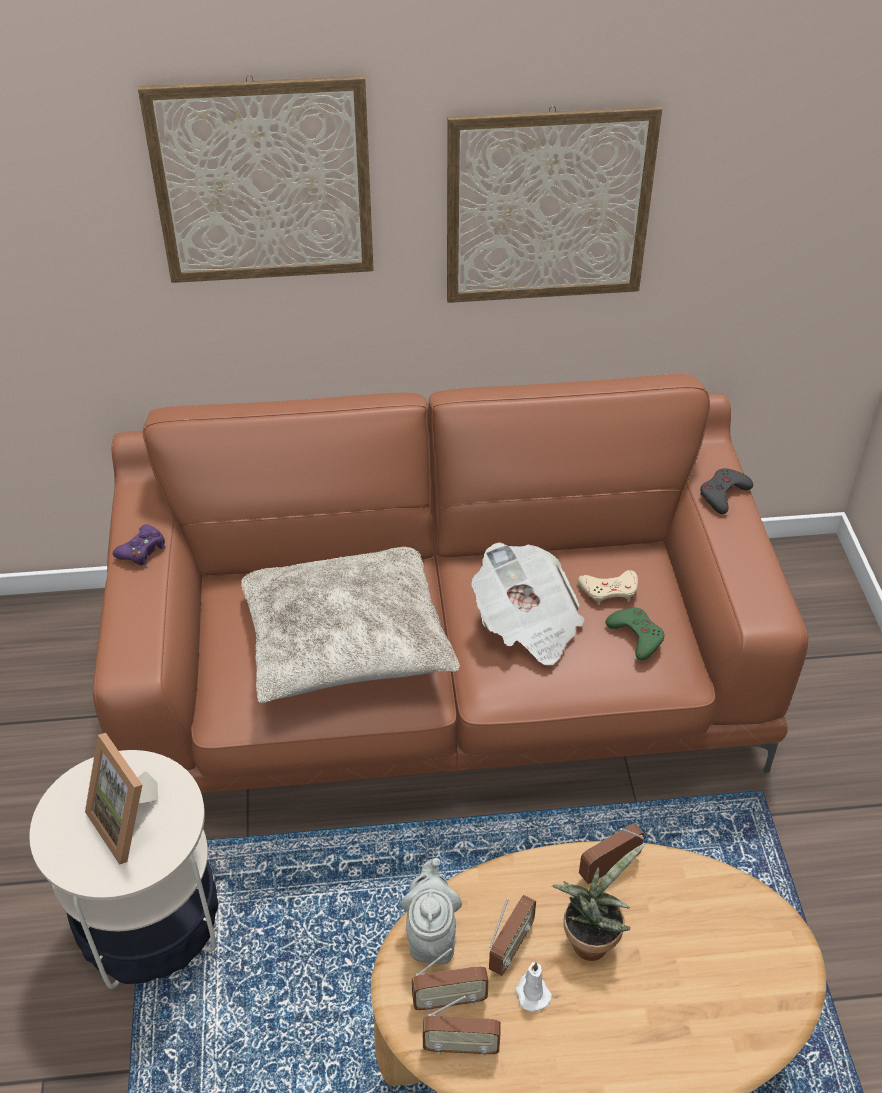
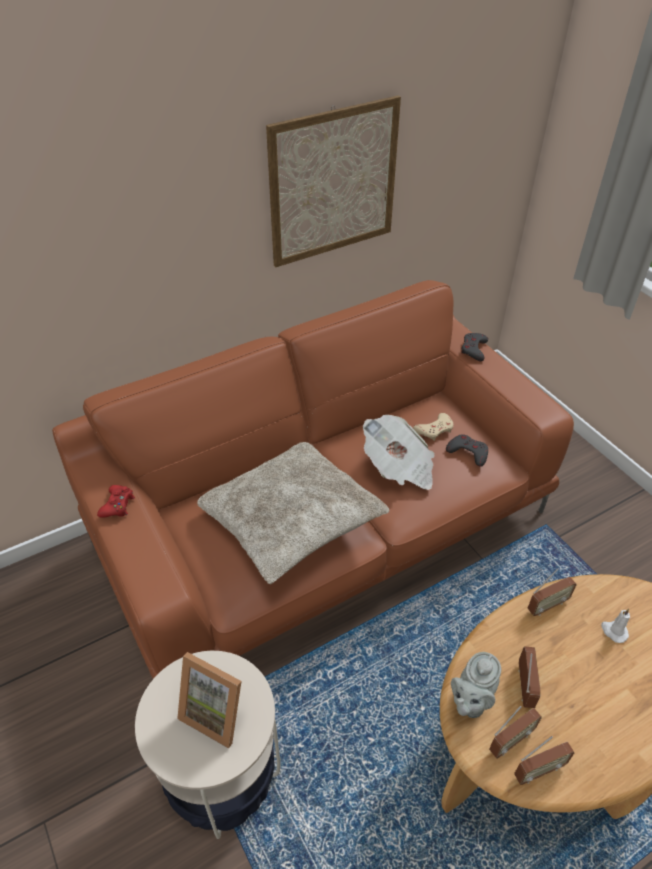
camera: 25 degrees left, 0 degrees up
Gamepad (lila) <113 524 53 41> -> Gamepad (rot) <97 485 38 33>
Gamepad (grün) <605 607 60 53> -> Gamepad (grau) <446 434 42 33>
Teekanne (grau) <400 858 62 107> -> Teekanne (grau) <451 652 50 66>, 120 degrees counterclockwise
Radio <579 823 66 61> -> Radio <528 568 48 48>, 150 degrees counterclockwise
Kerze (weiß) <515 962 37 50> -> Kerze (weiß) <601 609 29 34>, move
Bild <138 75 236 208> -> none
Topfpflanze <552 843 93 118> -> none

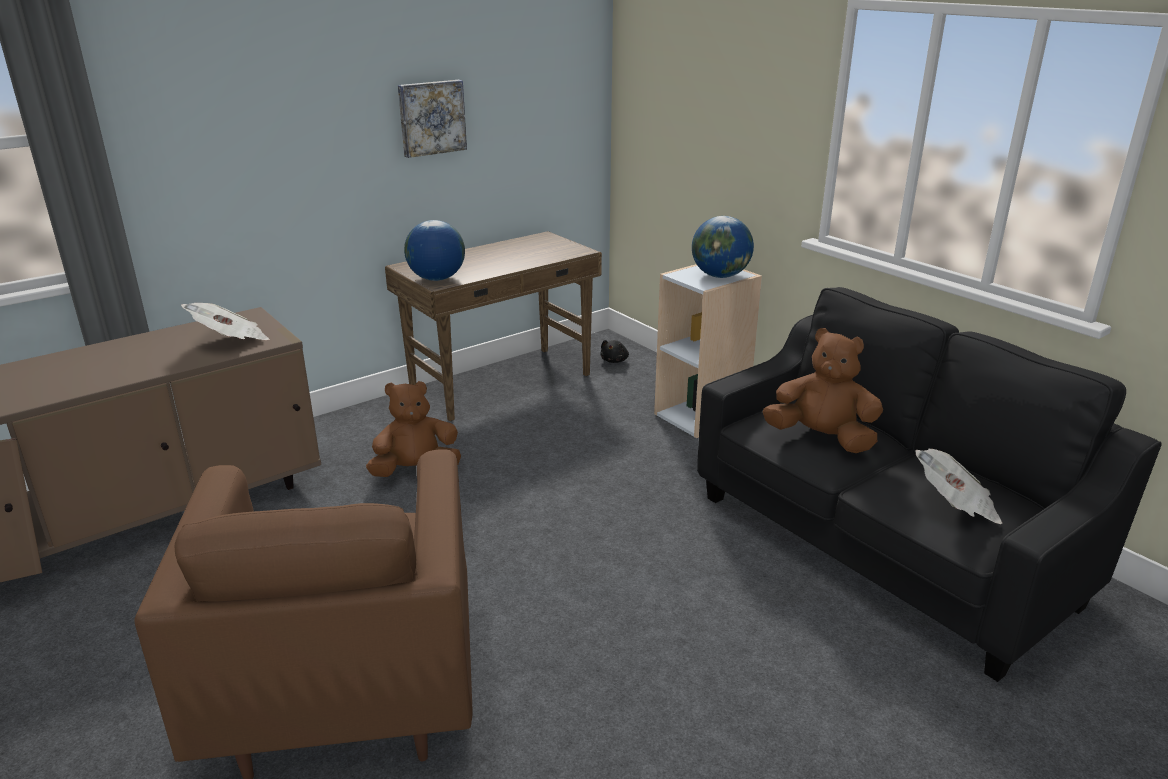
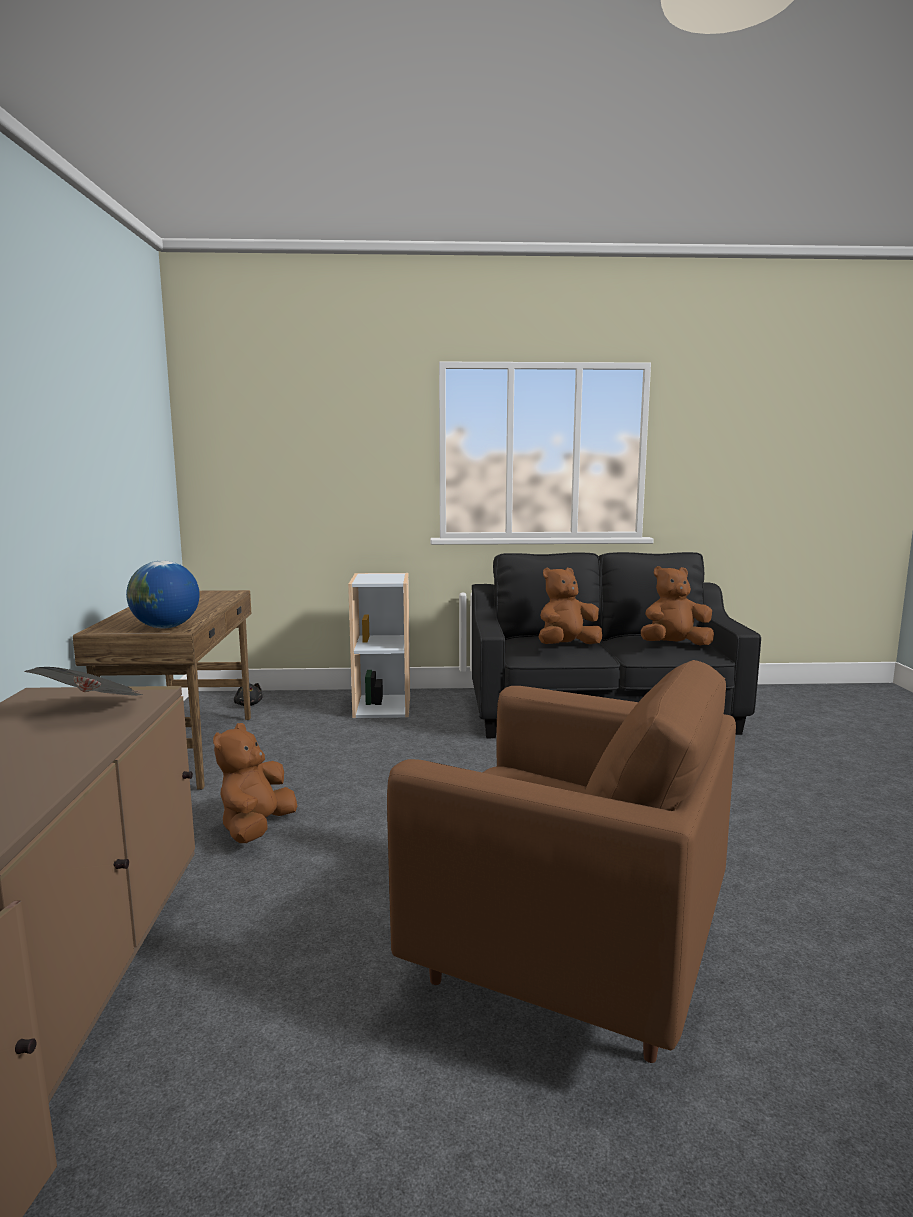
camera: 55 degrees left, 15 degrees down
Zeitung <915 449 87 75> -> Plüschtier (braun) <641 566 73 80>
Bild <398 80 69 78> -> none
Globus <692 216 62 62> -> none

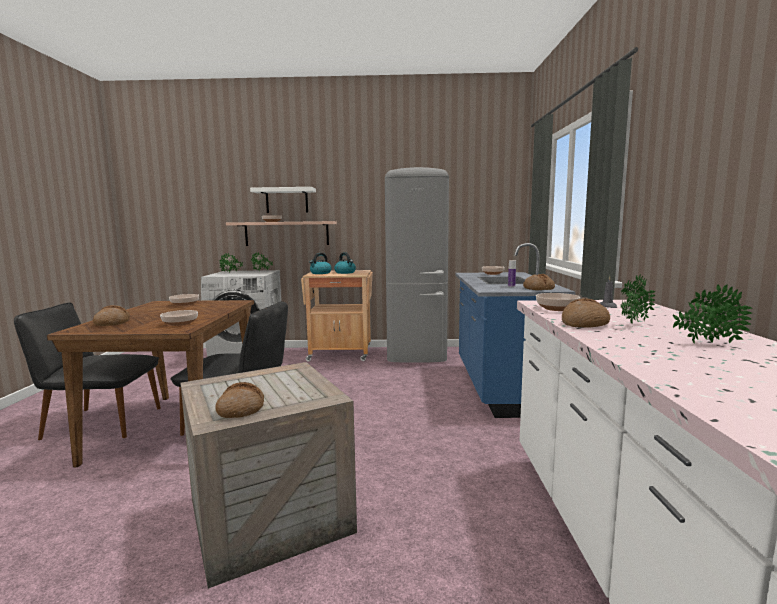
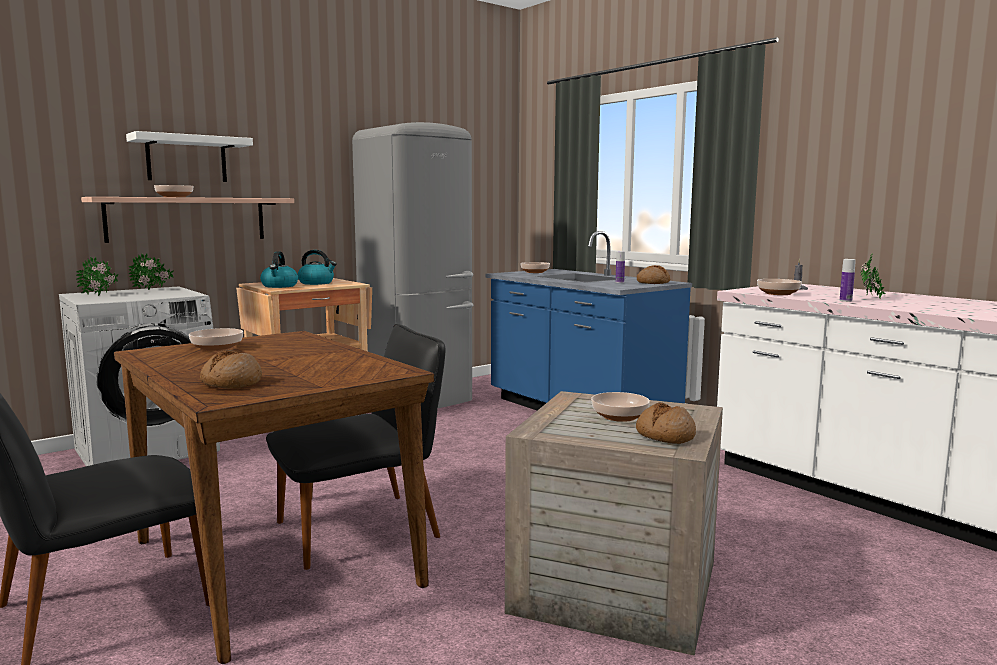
camera: 40 degrees left, 0 degrees up
Schüssel <160 310 38 16> -> Schüssel <591 392 59 30>, move
Brot <562 298 48 30> -> Flasche <840 259 16 43>
Topfpflanze <673 284 79 60> -> none

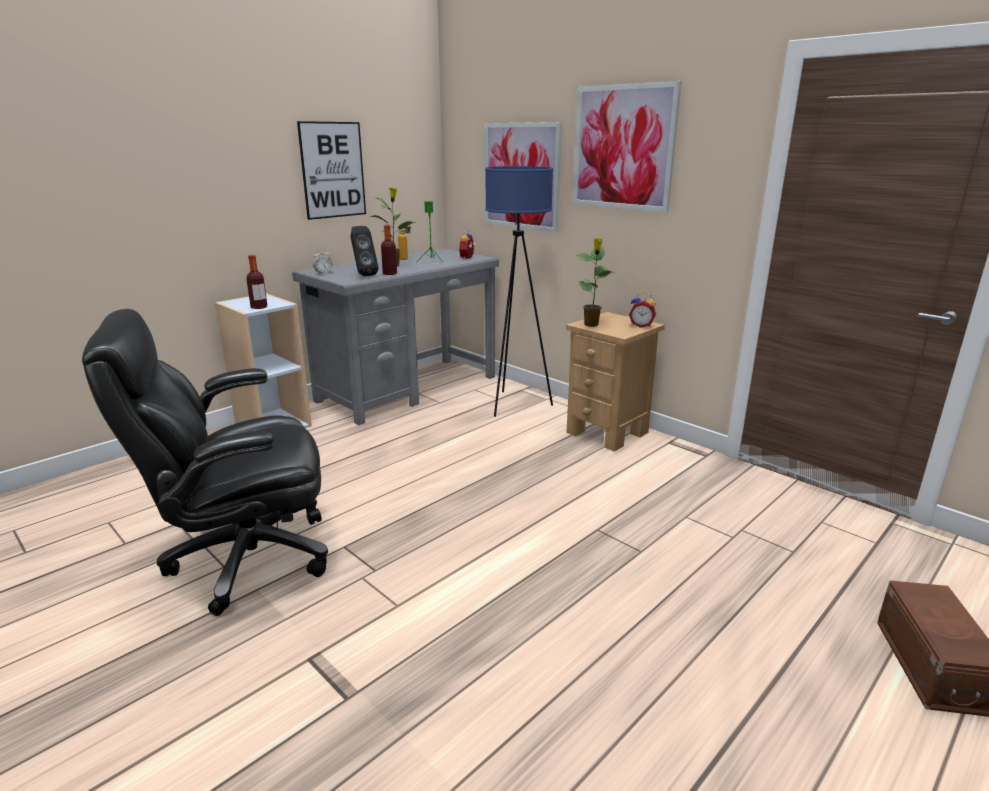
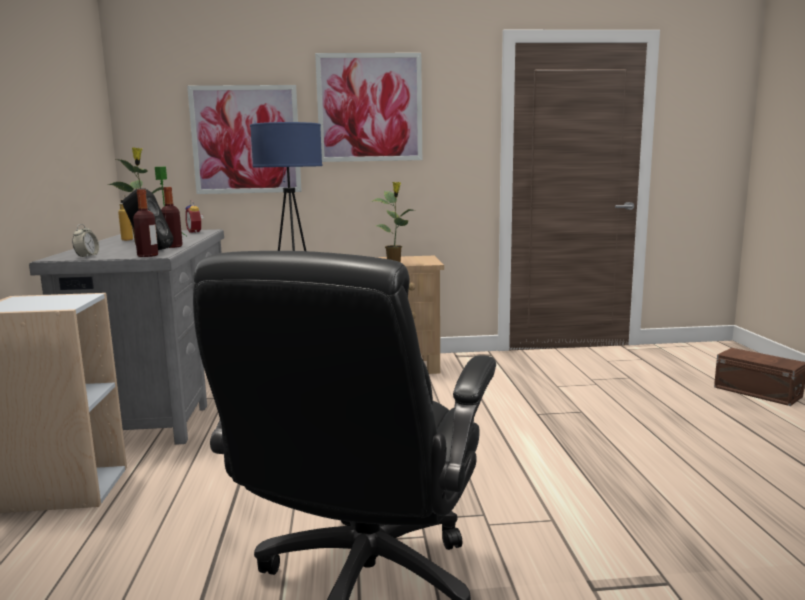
camera: 50 degrees left, 10 degrees down
Flasche <246 255 21 54> -> Flasche <133 189 25 68>, move
Bild <297 121 69 99> -> none
Wecker <629 292 27 36> -> none

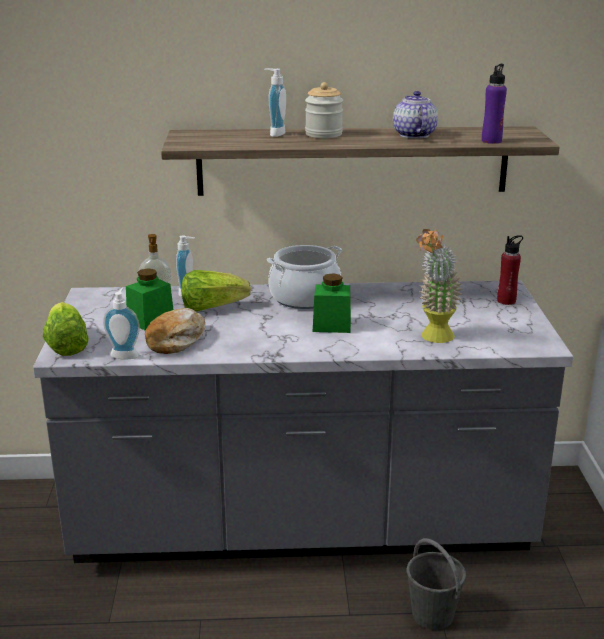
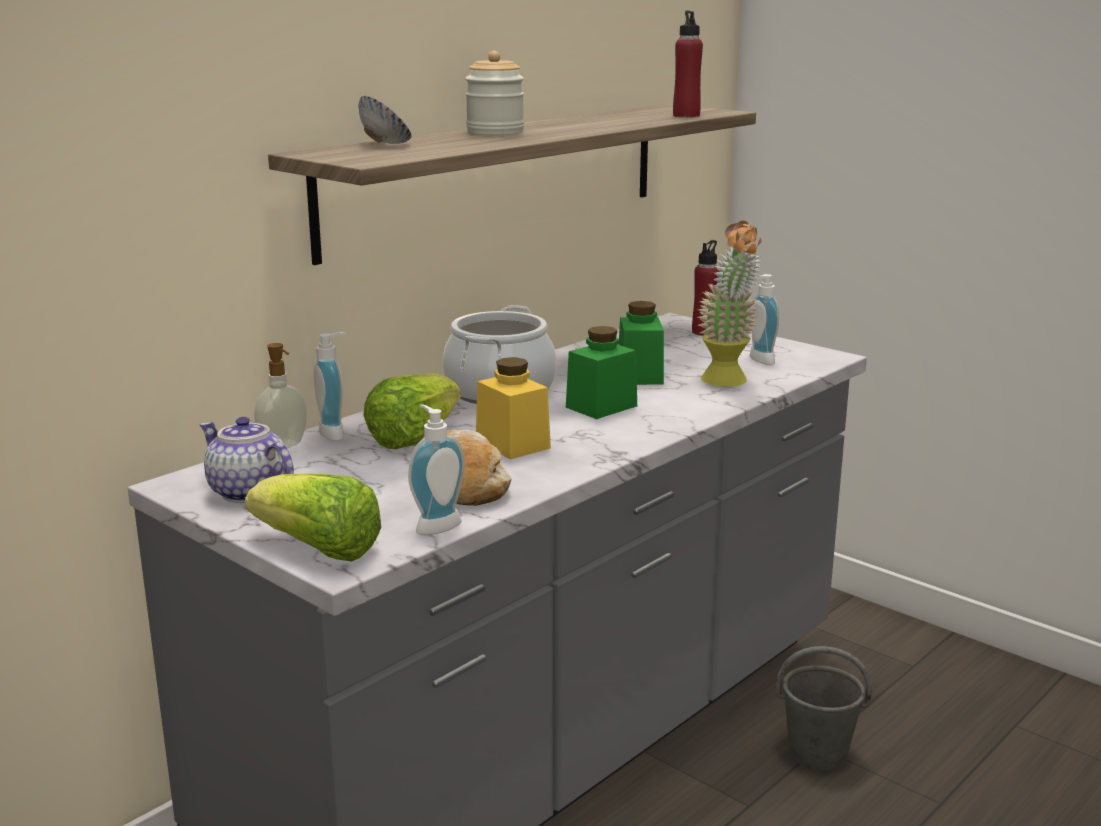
camera: 45 degrees left, 5 degrees down
Teekanne <393 91 45 48> -> Teekanne <200 416 94 87>, move
none -> Schüssel <359 96 52 48>
none -> Vorratsglas (gelb) <476 357 75 102>
Vorratsglas (grün) <126 268 47 62> -> Vorratsglas (grün) <619 301 45 84>, move
Flasche (lila) <482 64 25 80> -> Flasche (rot) <673 11 30 106>
Seifenspender <264 68 22 69> -> Seifenspender <750 274 29 91>, move

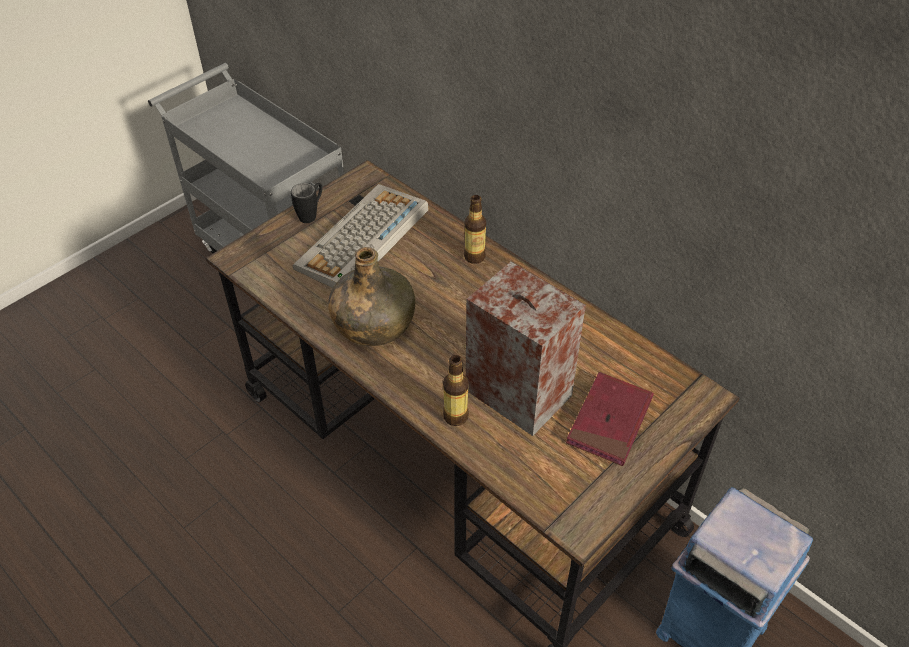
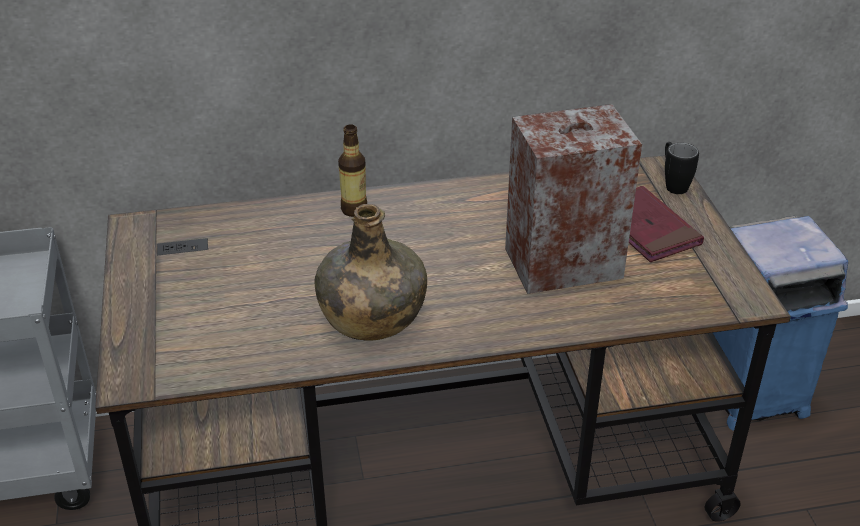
camera: 55 degrees left, 10 degrees down
Henkelbecher (schwarz) <291 183 31 40> -> Henkelbecher (schwarz) <665 142 34 52>, move
Tastatur <292 184 137 104> -> none
Flasche <443 355 26 71> -> none

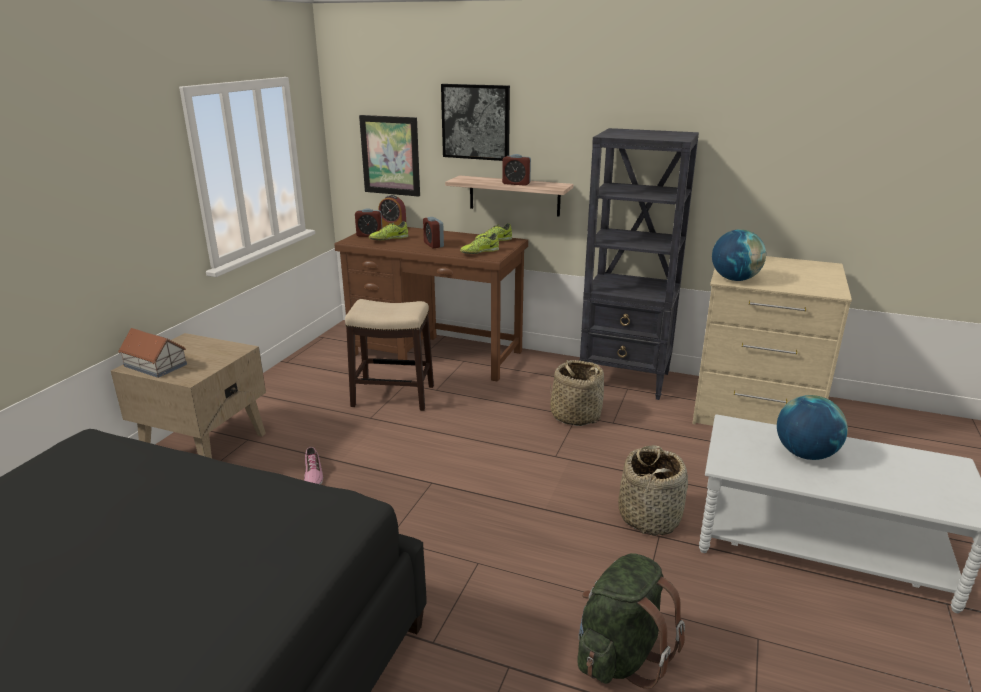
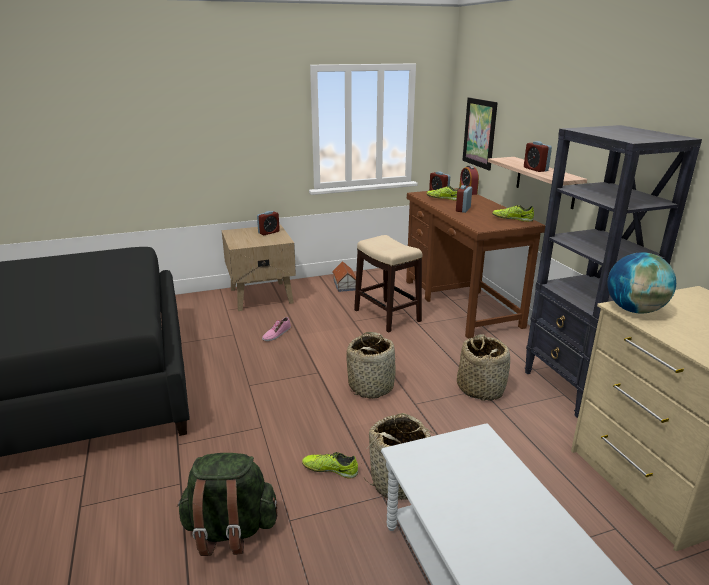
camera: 50 degrees right, 0 degrees up
none -> Wecker <257 211 23 24>
Schuh <460 233 39 21> -> Schuh <302 452 56 27>, move
Spielzeughaus <118 328 69 50> -> Spielzeughaus <332 261 24 31>, move
none -> Korb <346 332 50 67>
Bild <441 84 69 77> -> none
Globus <777 395 71 65> -> none

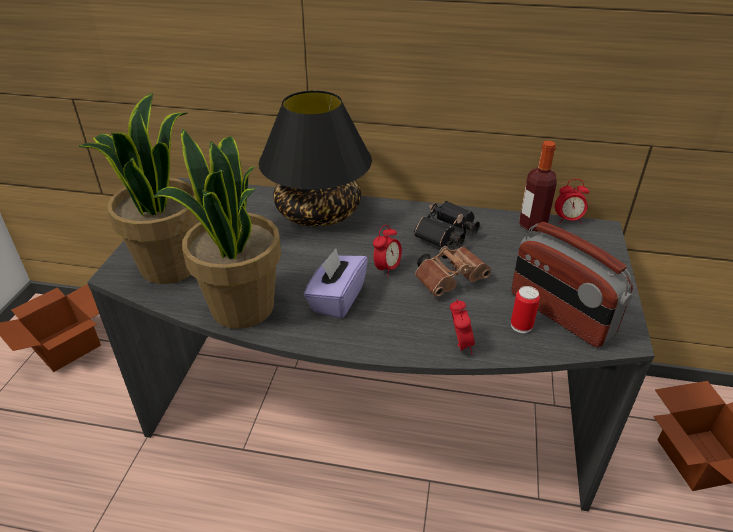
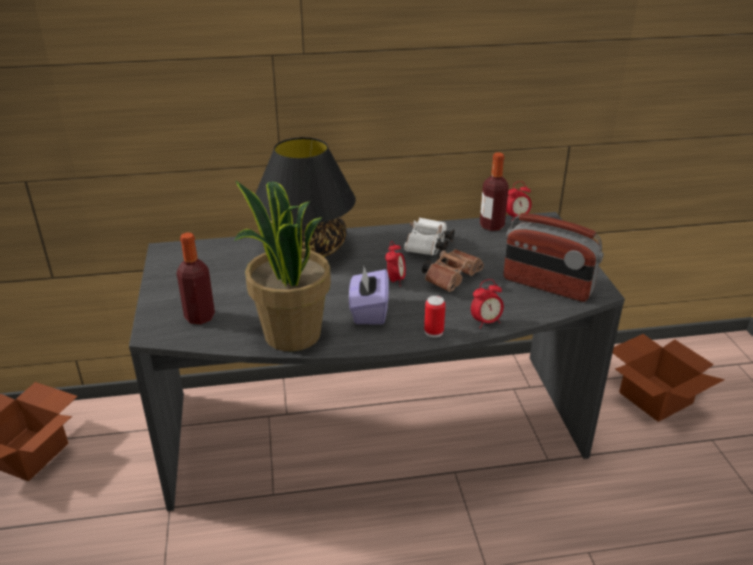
camera: 20 degrees left, 5 degrees down
Topfpflanze <78 93 120 191> -> Flasche <177 233 38 91>
Fernglas (schwarz) <414 201 66 47> -> Fernglas (weiß) <404 217 51 38>
Dose <511 286 29 47> -> Dose <424 295 22 42>, move
Wecker <450 299 25 55> -> Wecker <471 279 33 50>, 90 degrees clockwise

